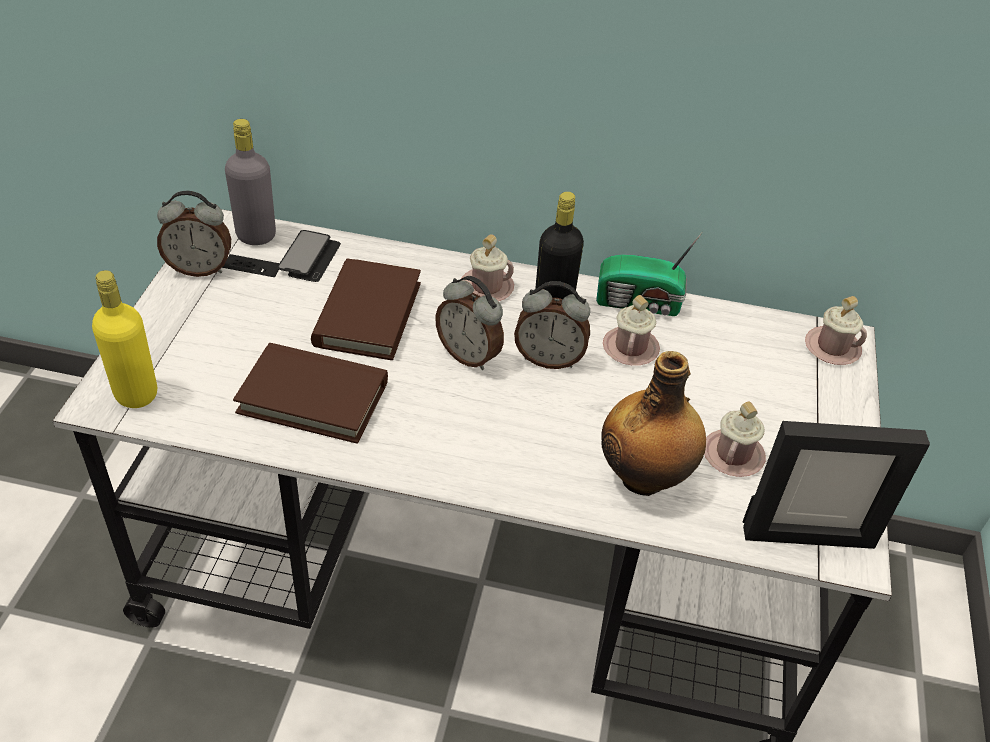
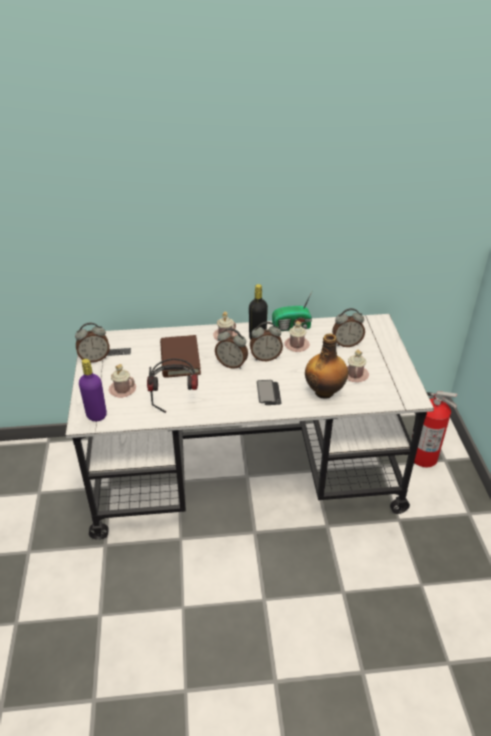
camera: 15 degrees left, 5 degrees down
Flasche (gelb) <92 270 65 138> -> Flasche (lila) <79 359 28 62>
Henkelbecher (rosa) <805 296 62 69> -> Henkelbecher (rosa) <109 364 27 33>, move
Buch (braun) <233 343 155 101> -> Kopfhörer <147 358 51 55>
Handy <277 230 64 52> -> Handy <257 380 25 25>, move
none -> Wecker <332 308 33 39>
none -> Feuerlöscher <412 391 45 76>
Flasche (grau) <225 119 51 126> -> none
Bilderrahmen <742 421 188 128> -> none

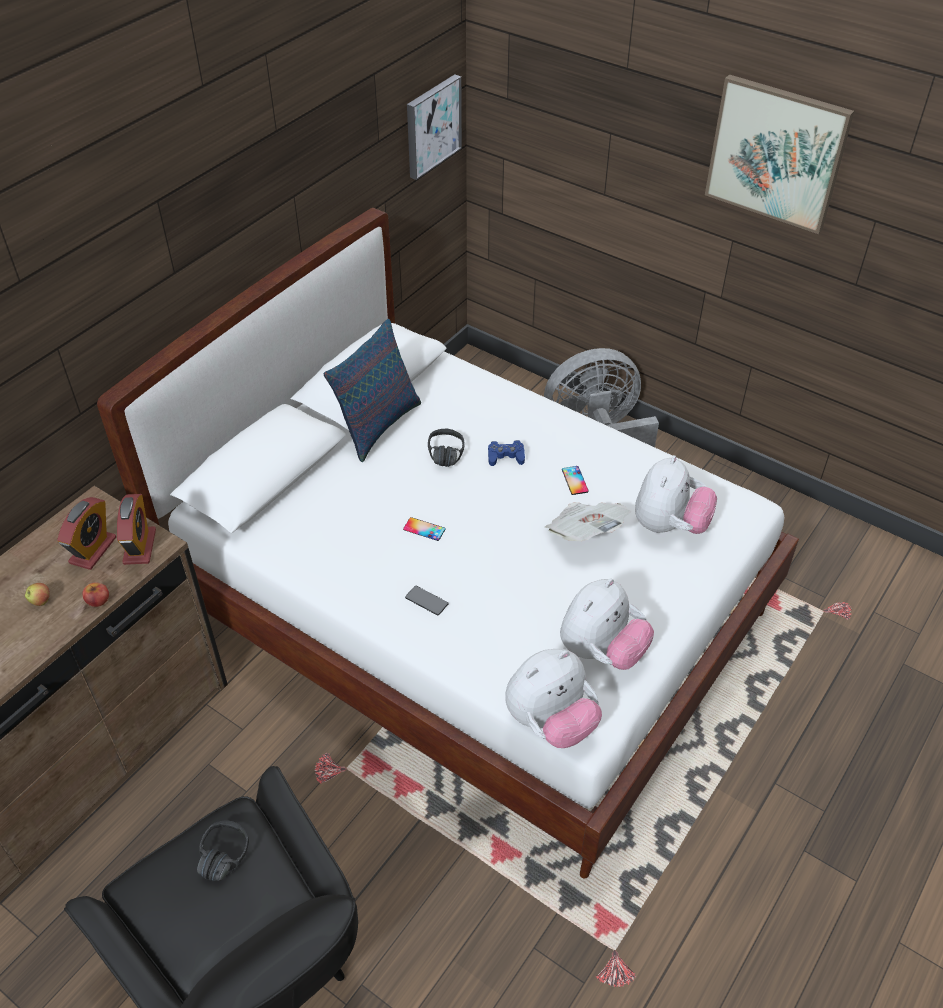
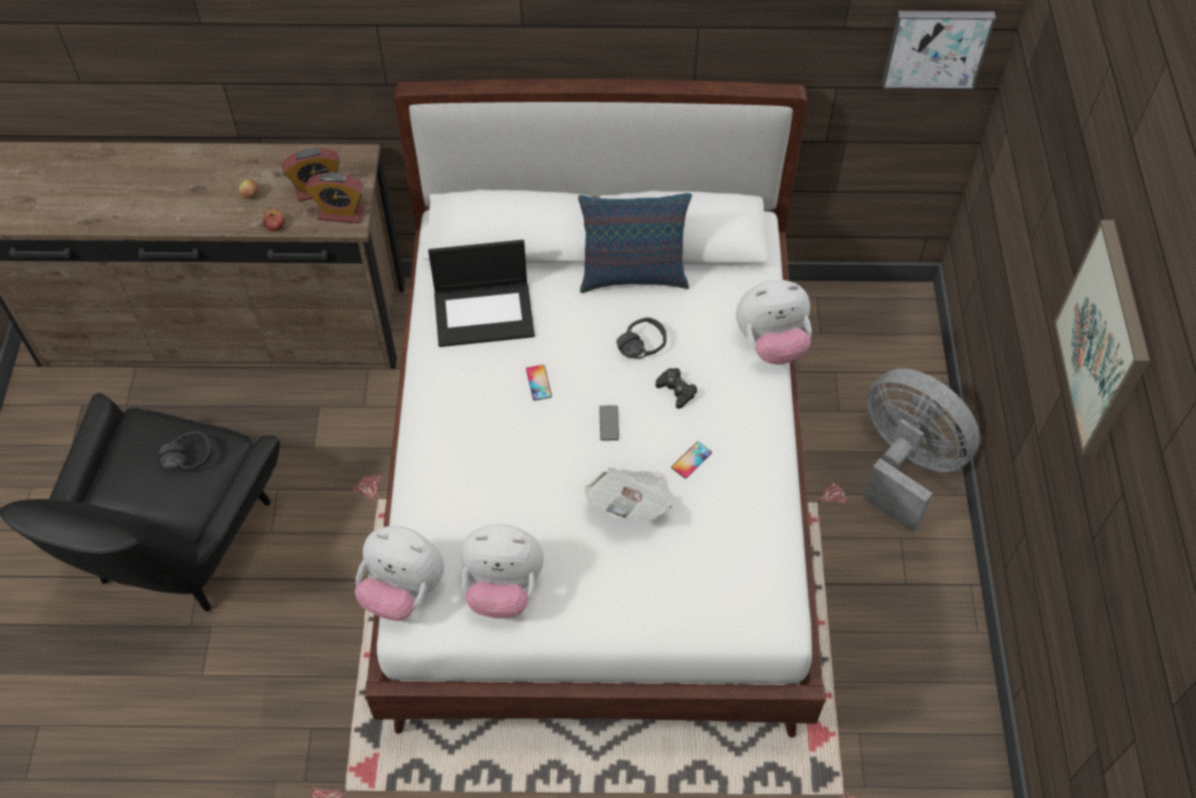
camera: 55 degrees right, 10 degrees up
Wecker <117 494 39 71> -> Wecker <306 173 58 51>, 45 degrees clockwise
none -> Laptop <428 240 107 107>
Handy <405 586 44 29> -> Handy <599 405 20 36>, move
Gamepad (blau) <488 440 37 26> -> Gamepad (schwarz) <656 368 41 41>
Plüschtier <635 455 82 79> -> Plüschtier <736 280 76 85>, move

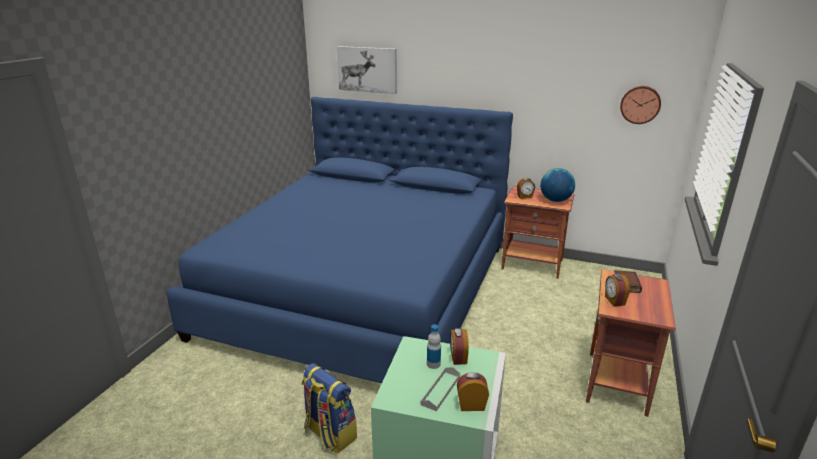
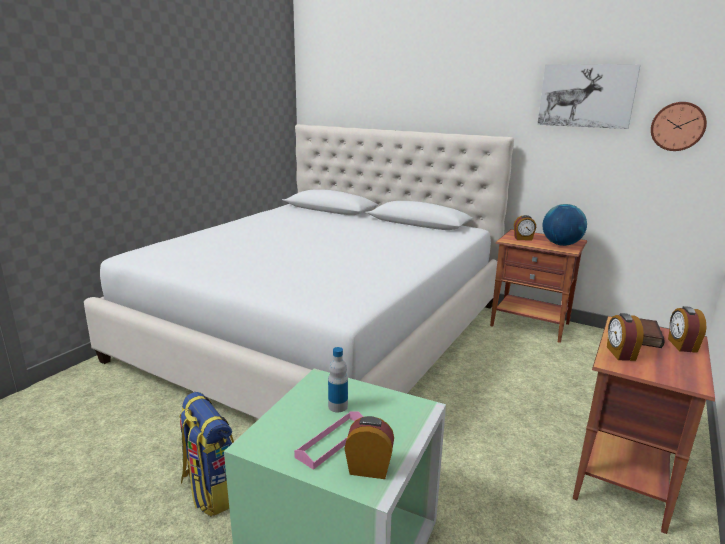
camera: 10 degrees right, 5 degrees down
Bett (blau) <166 97 347 286> -> Bett (weiß) <84 124 430 295>
Tablett (grau) <421 367 39 44> -> Tablett (rosa) <294 411 70 59>
Bild <337 46 60 48> -> Bild <537 64 104 65>, move
Wecker <450 328 19 37> -> Wecker <668 306 38 47>, move

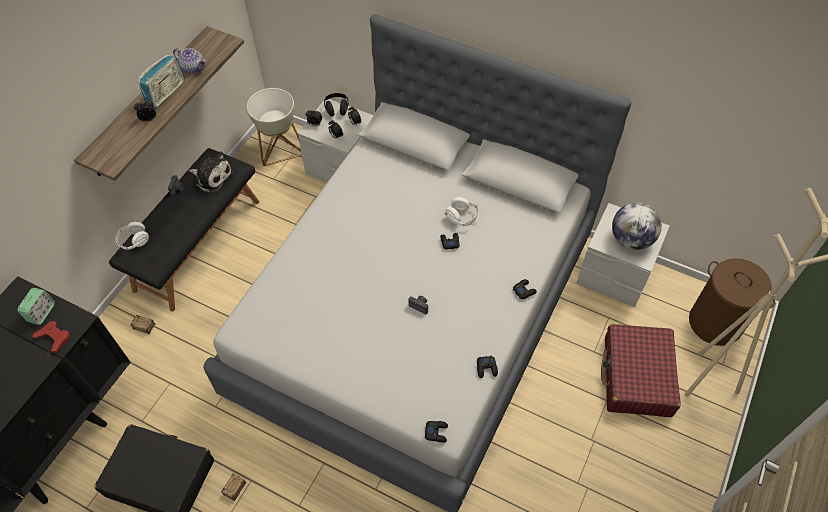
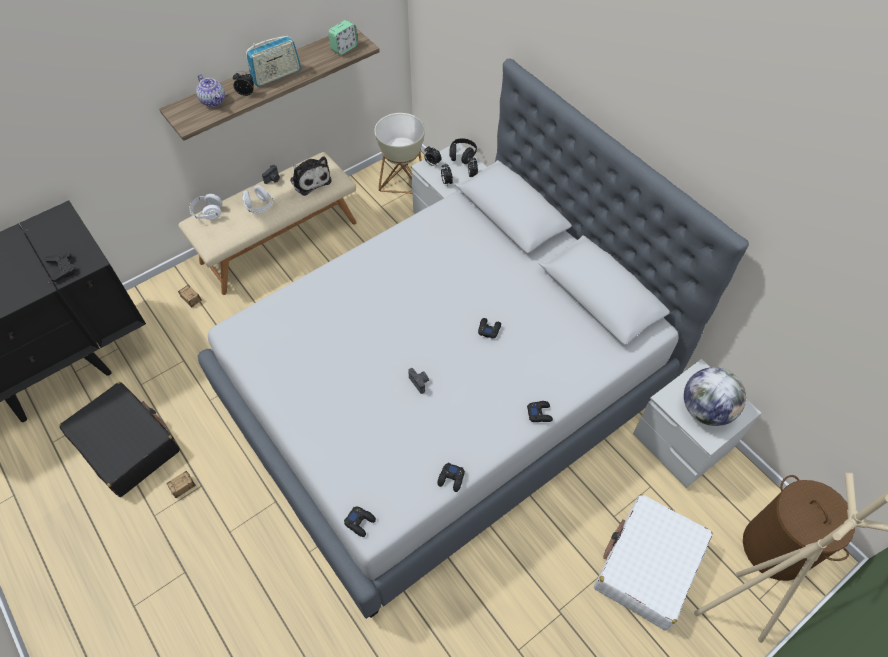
camera: 25 degrees right, 0 degrees up
Gamepad (rot) <32 321 38 32> -> Gamepad (schwarz) <44 251 33 31>
Bank (schwarz) <109 148 150 163> -> Bank (beige) <178 152 179 143>
Teekanne <173 48 33 26> -> Teekanne <196 74 29 33>, move
Kopfhörer (weiß) <445 197 34 29> -> Kopfhörer (weiß) <242 185 31 28>, move
Wecker <18 288 37 37> -> Wecker <328 20 30 35>, move
Koffer (rot) <601 324 80 93> -> Koffer (weiß) <594 494 119 136>

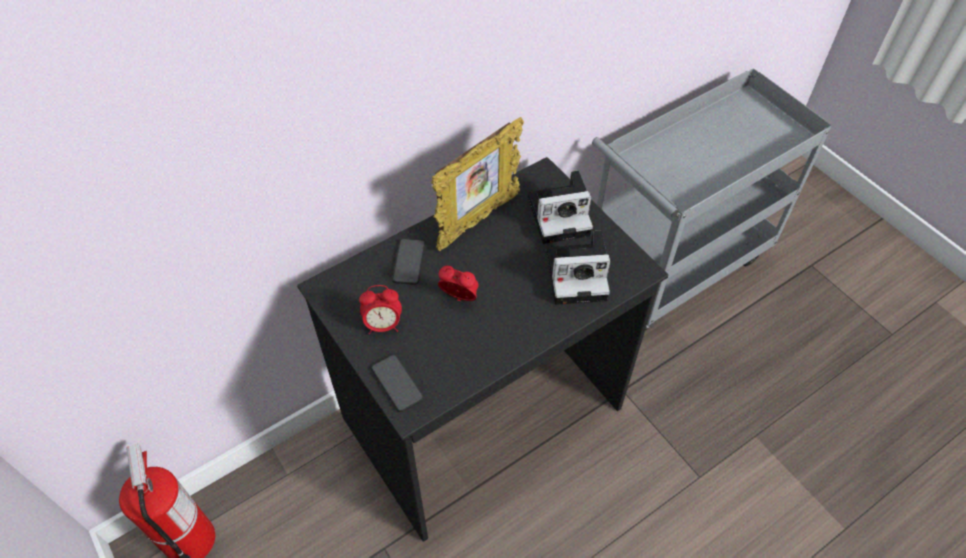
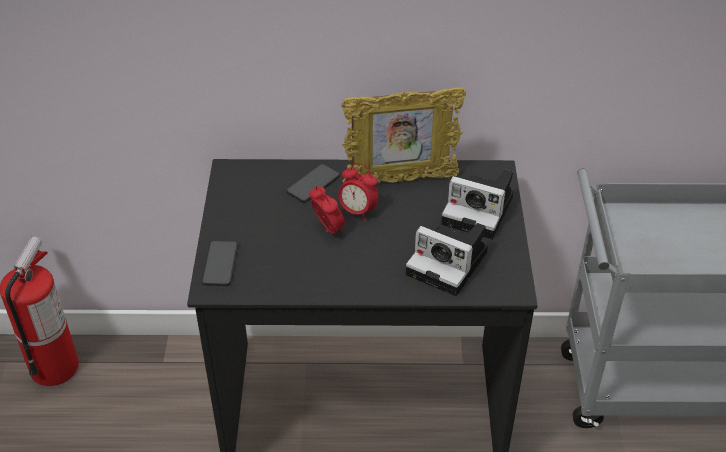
camera: 35 degrees right, 10 degrees down
Wecker <359 285 43 50> -> Wecker <338 163 40 58>, move

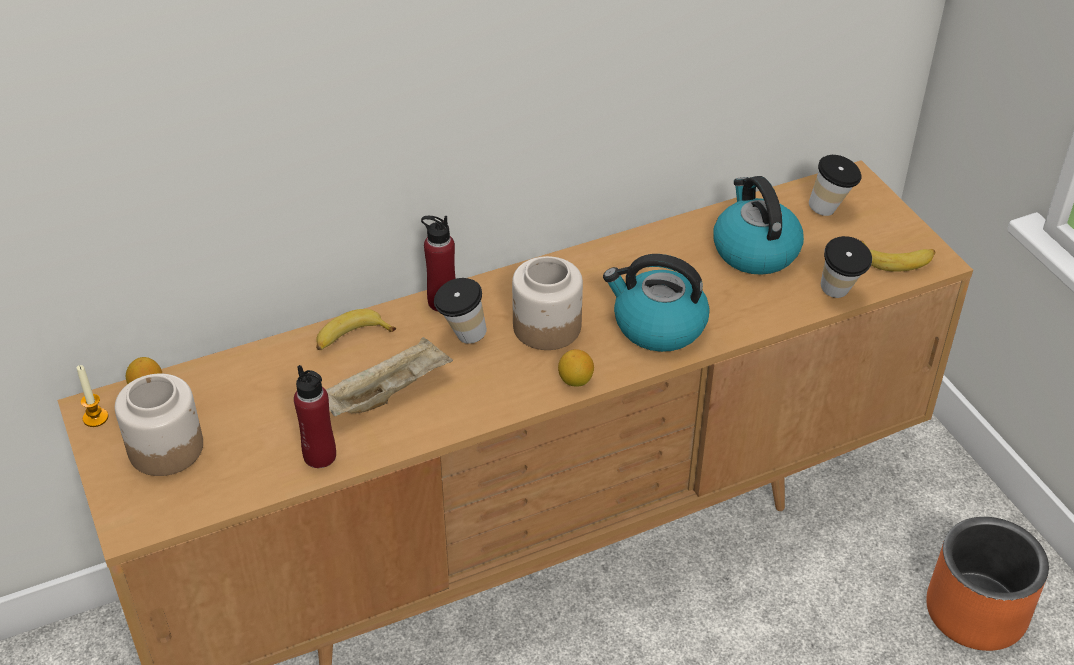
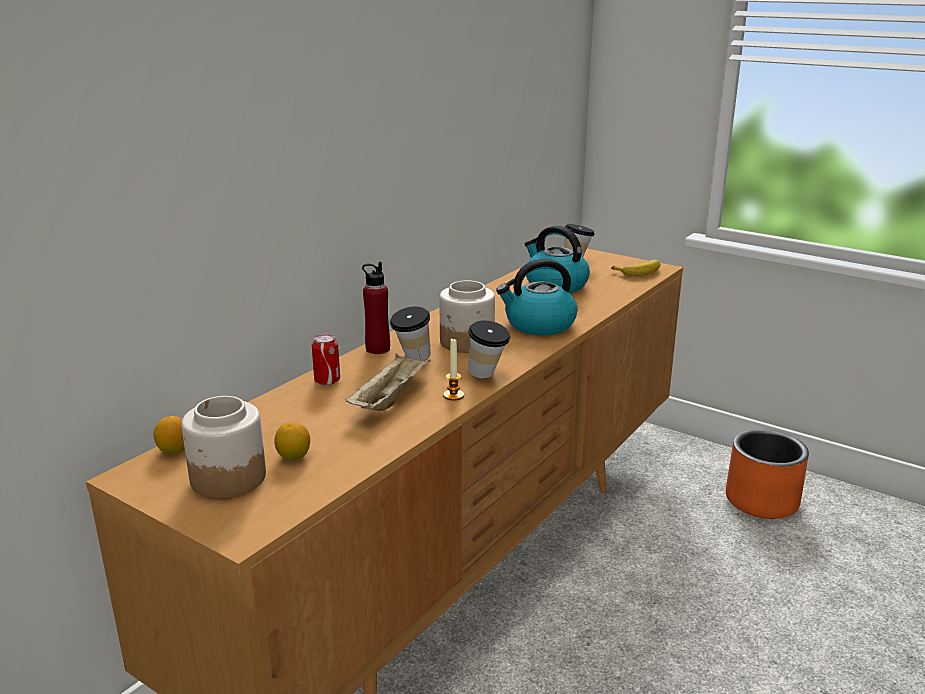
camera: 30 degrees left, 20 degrees down
Zitrone <558 349 36 38> -> Zitrone <274 422 36 38>, move
Banane <316 309 80 41> -> Dose <312 334 28 51>
Kerze <77 365 31 62> -> Kerze <443 338 21 63>, move
Tasse <821 236 51 62> -> Tasse <468 320 43 59>, move
Flasche (rot) <294 365 42 103> -> none

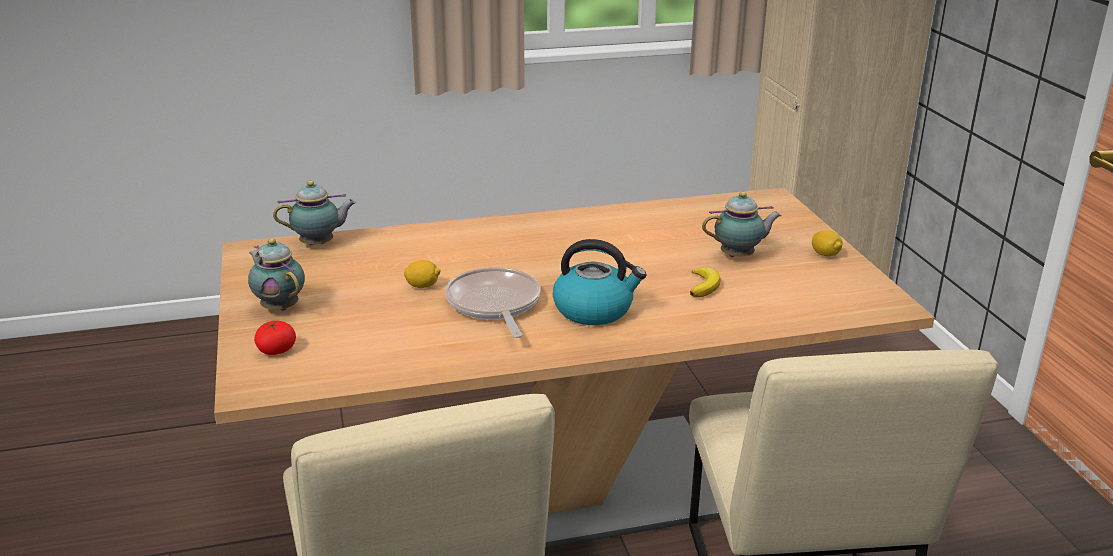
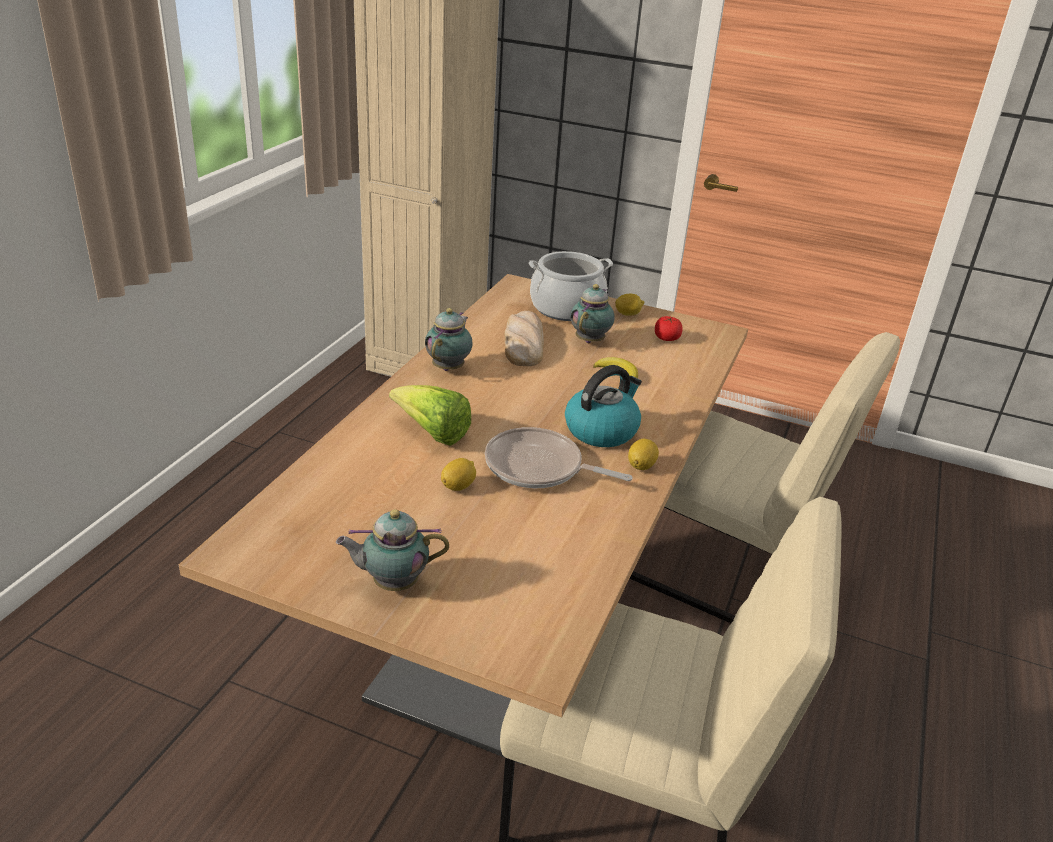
camera: 55 degrees left, 5 degrees up
none -> Salatkopf <389 385 82 61>
Teekanne <273 181 83 64> -> Teekanne <425 308 48 63>, move
none -> Brot <505 311 39 55>
none -> Kochtopf <529 251 84 70>
none -> Zitrone <628 439 31 31>
Tomate <254 320 42 35> -> Tomate <655 316 28 25>, move

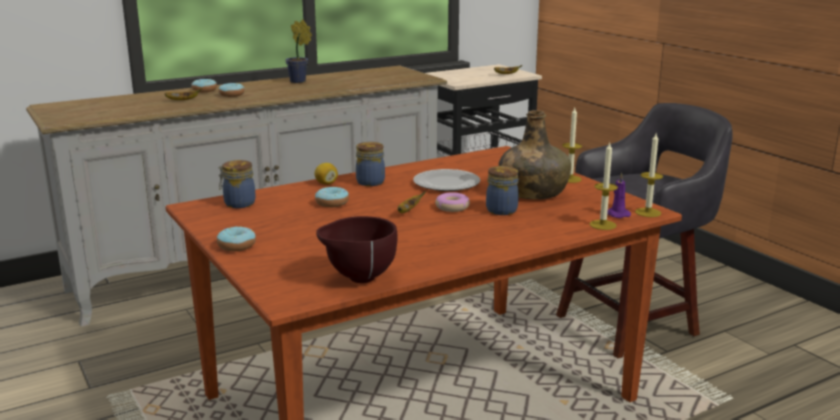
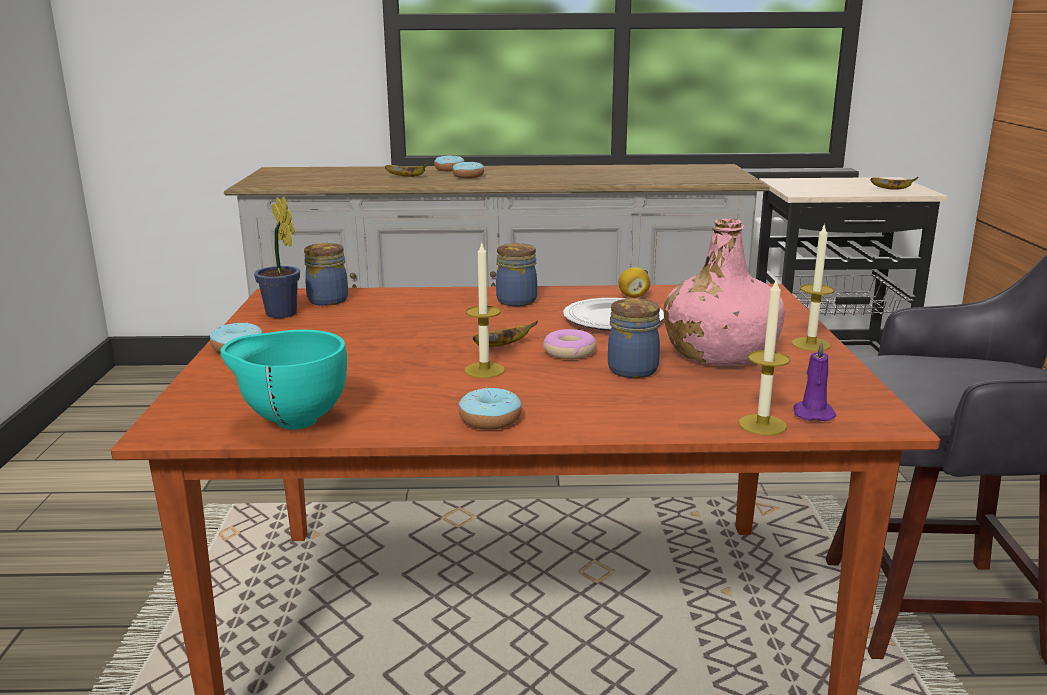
camera: 30 degrees right, 0 degrees up
Schüssel (braun) <316 216 82 67> -> Schüssel (türkis) <220 330 127 100>
Topfpflanze <285 20 27 63> -> Topfpflanze <254 197 46 121>, move
Donut <315 187 34 20> -> Donut <459 388 63 42>, move
Kerze <635 134 28 83> -> Kerze <465 243 40 135>, move
Zitrone <314 163 24 22> -> Zitrone <618 267 32 31>, move
Flasche (grün) <498 110 73 89> -> Flasche (rosa) <664 218 121 148>

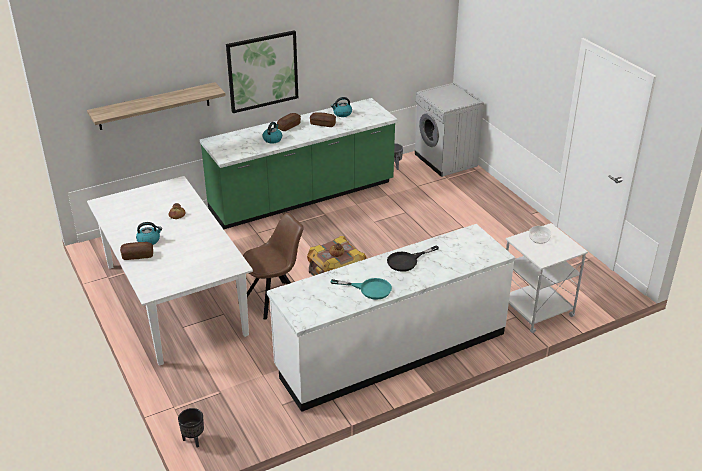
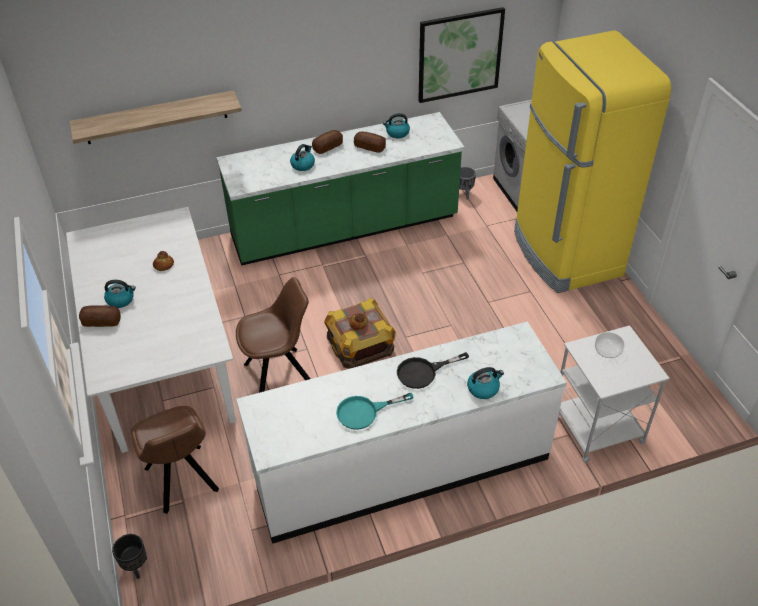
camera: 10 degrees right, 10 degrees up
none -> Stuhl (braun) <131 406 88 108>
Pfanne (türkis) <331 278 61 22> -> Pfanne (türkis) <336 393 78 37>, 135 degrees clockwise
Bild <226 30 72 83> -> Bild <418 7 87 96>, move
none -> Wasserkessel <467 367 37 32>
none -> Kühlschrank (gelb) <514 30 157 263>

